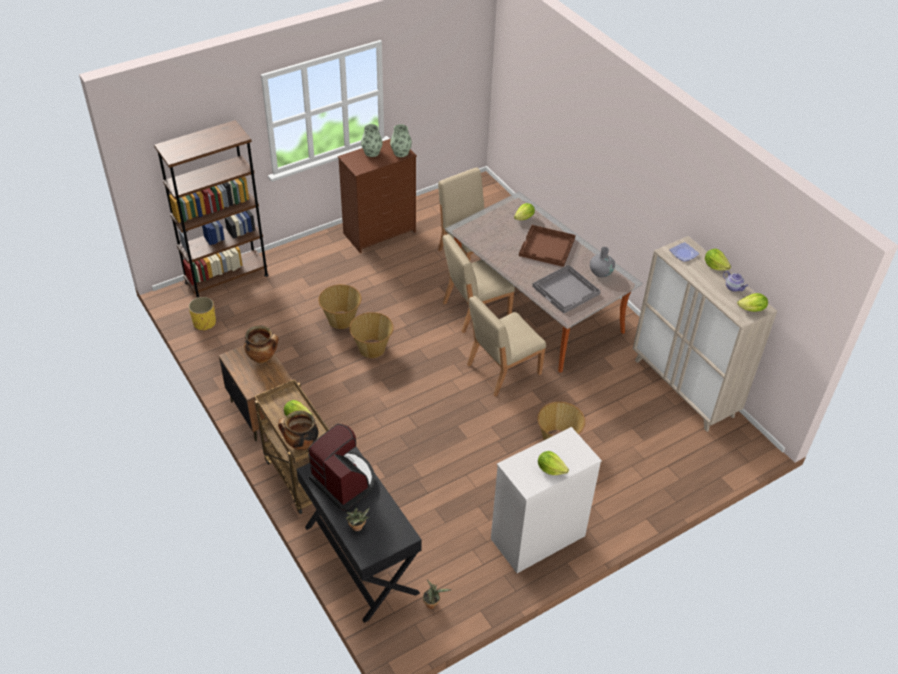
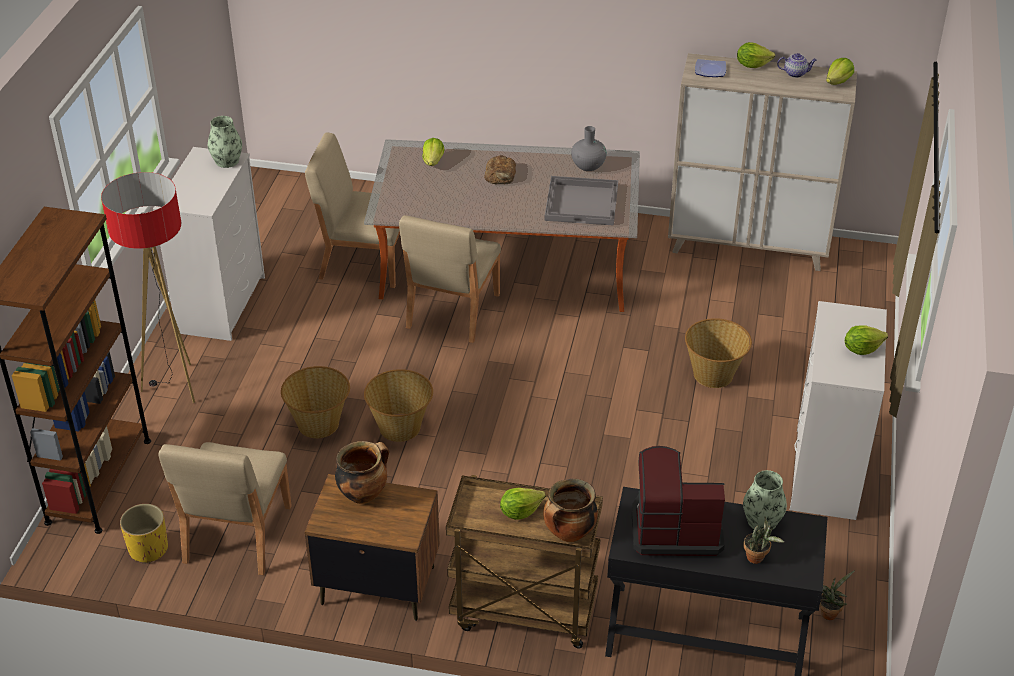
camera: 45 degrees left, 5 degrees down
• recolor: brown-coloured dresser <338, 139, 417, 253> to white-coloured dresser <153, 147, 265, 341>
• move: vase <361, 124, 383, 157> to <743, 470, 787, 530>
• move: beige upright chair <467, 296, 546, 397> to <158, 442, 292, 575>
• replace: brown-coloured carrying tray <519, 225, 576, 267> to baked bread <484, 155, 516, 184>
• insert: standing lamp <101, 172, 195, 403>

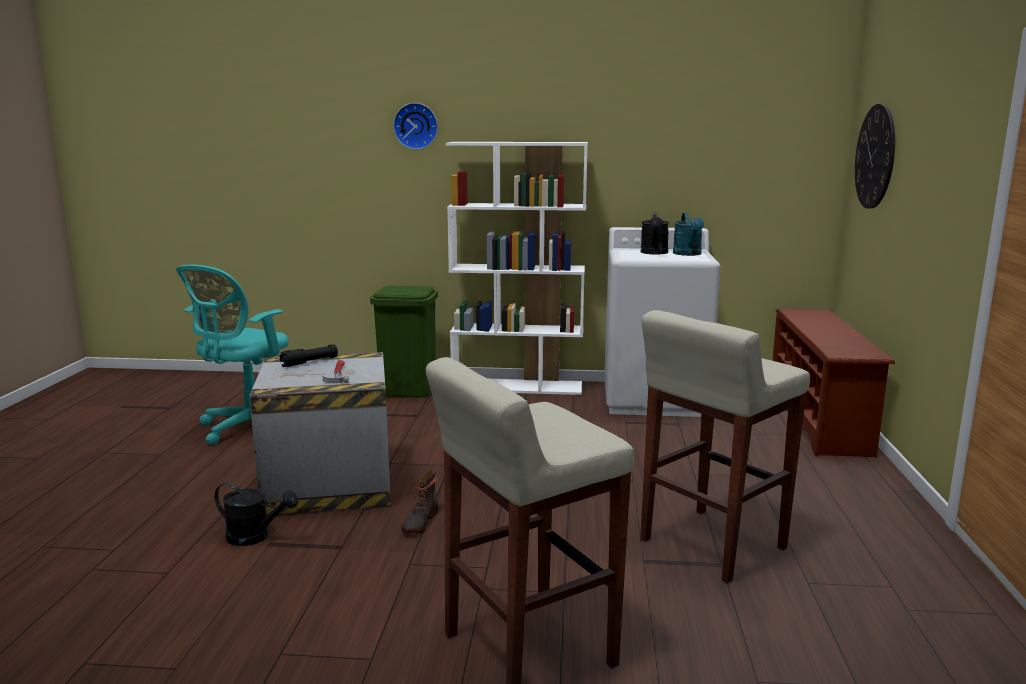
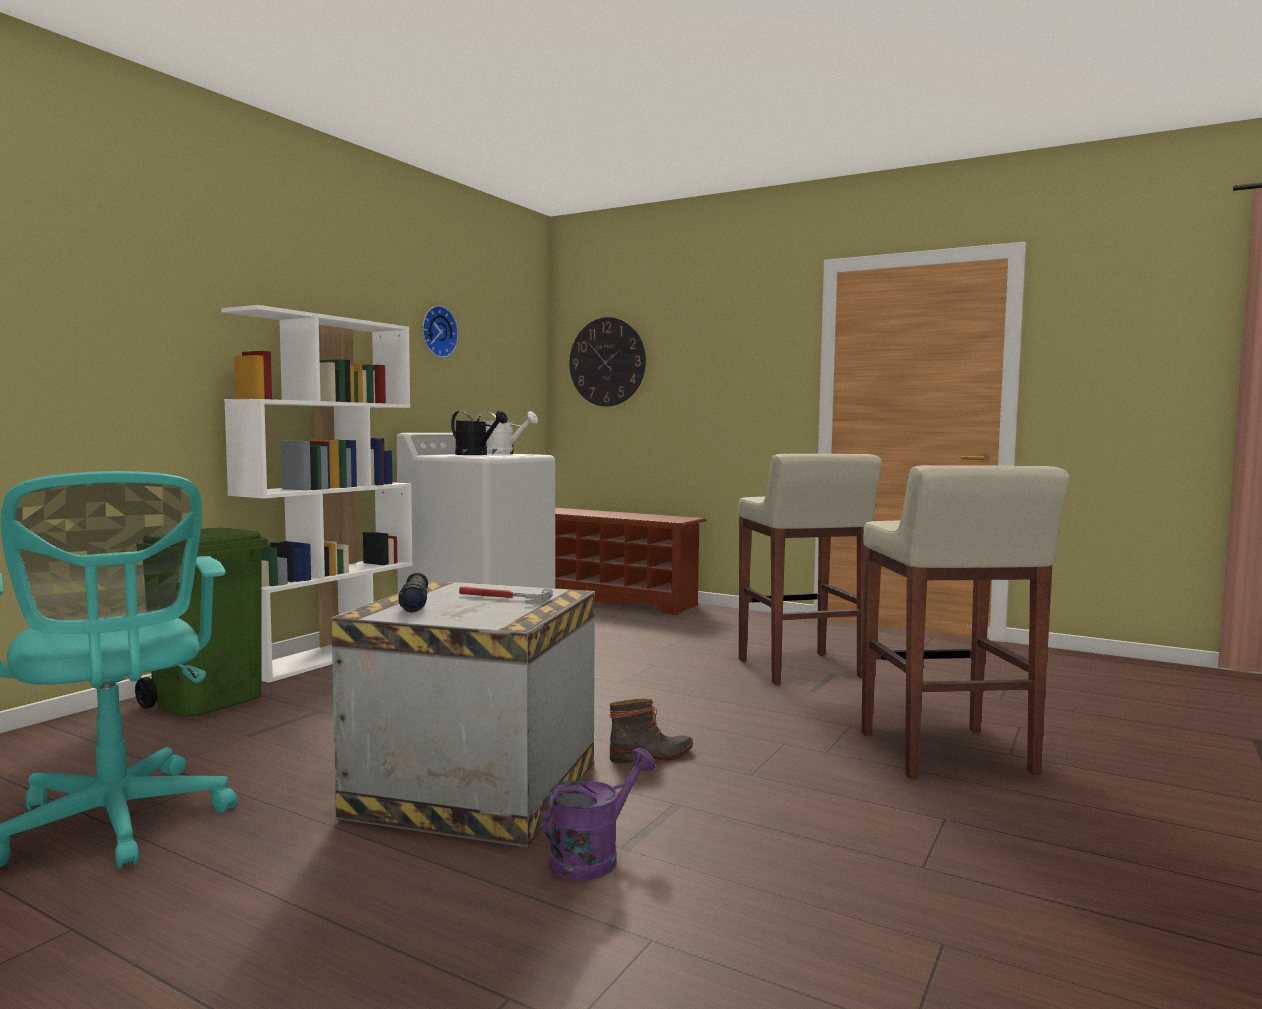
camera: 65 degrees left, 10 degrees down
• recolor: black watering can <215, 483, 298, 546> to purplish watering can <542, 748, 655, 881>
• move: hanging clock <393, 103, 438, 150> to <422, 306, 458, 358>
• rotate: boot <401, 470, 438, 534> = <609, 699, 693, 763> 60 degrees counterclockwise
• recolor: turquoise watering can <673, 213, 704, 256> to white-coloured watering can <476, 411, 538, 454>

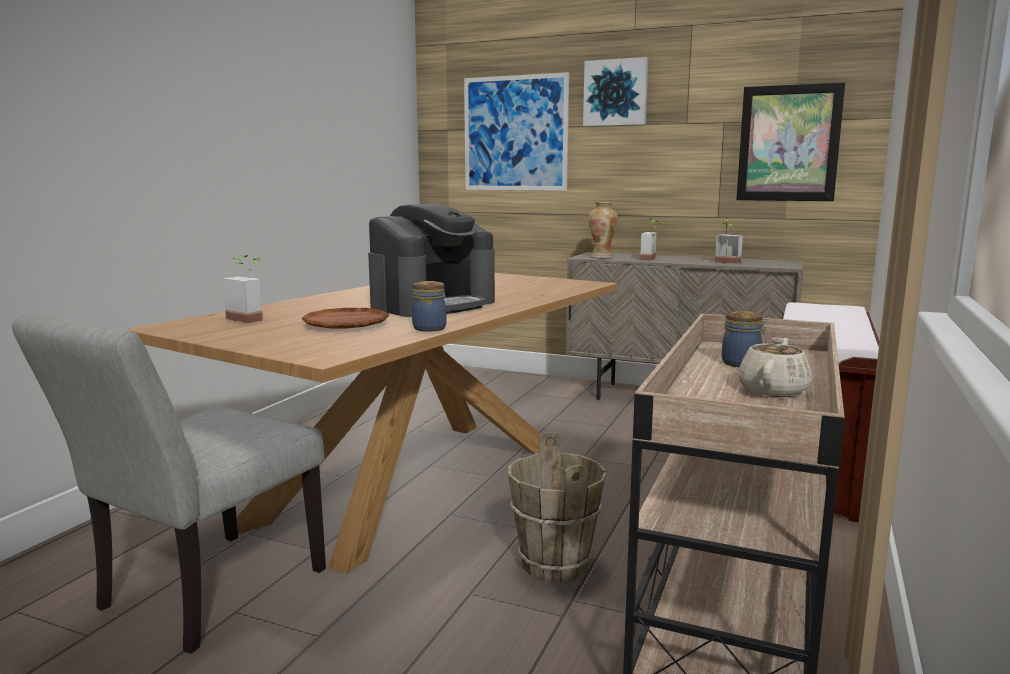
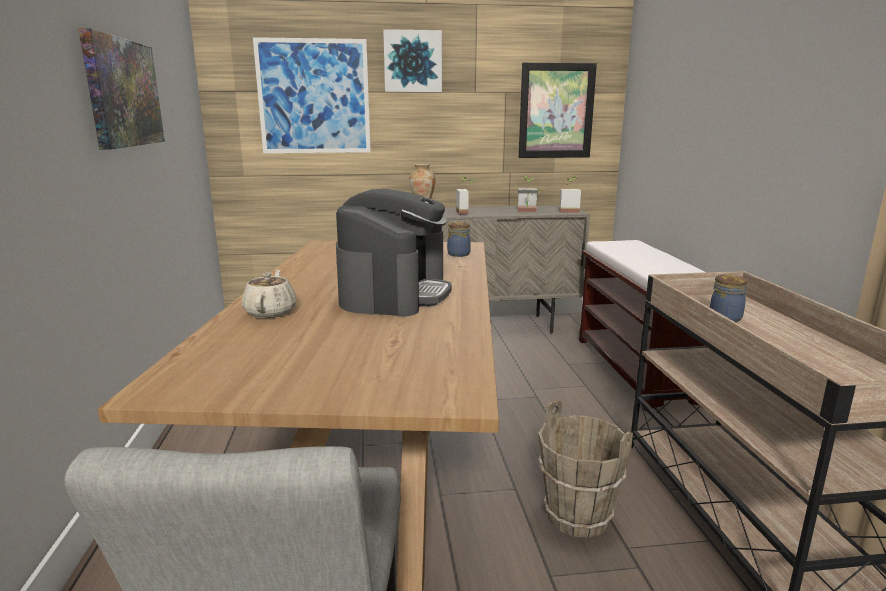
camera: 30 degrees left, 5 degrees up
• move: houseplant <223, 255, 263, 323> to <559, 177, 581, 213>
• delete: brown-coloured plate <302, 308, 389, 329>
• move: preserve jar <412, 281, 446, 332> to <447, 222, 471, 257>
• move: beige pot for tea <739, 337, 812, 397> to <242, 270, 296, 318>
• insert: wall picture <78, 28, 165, 150>

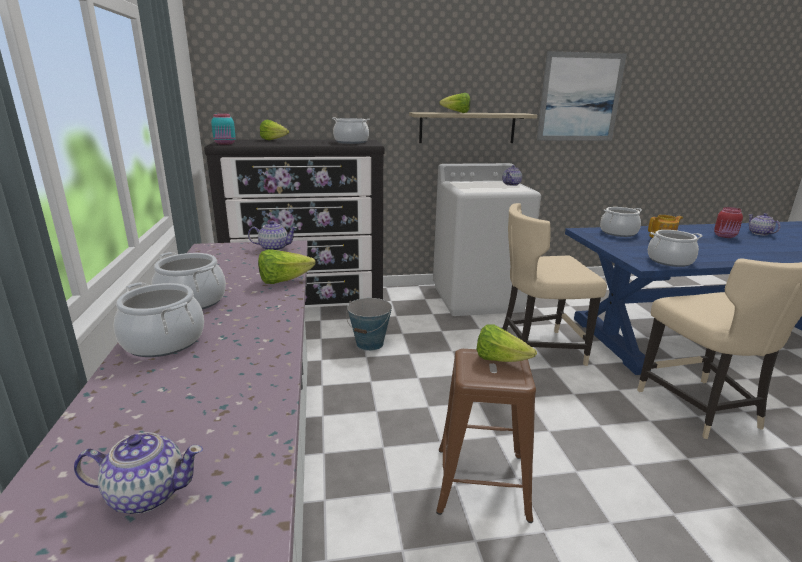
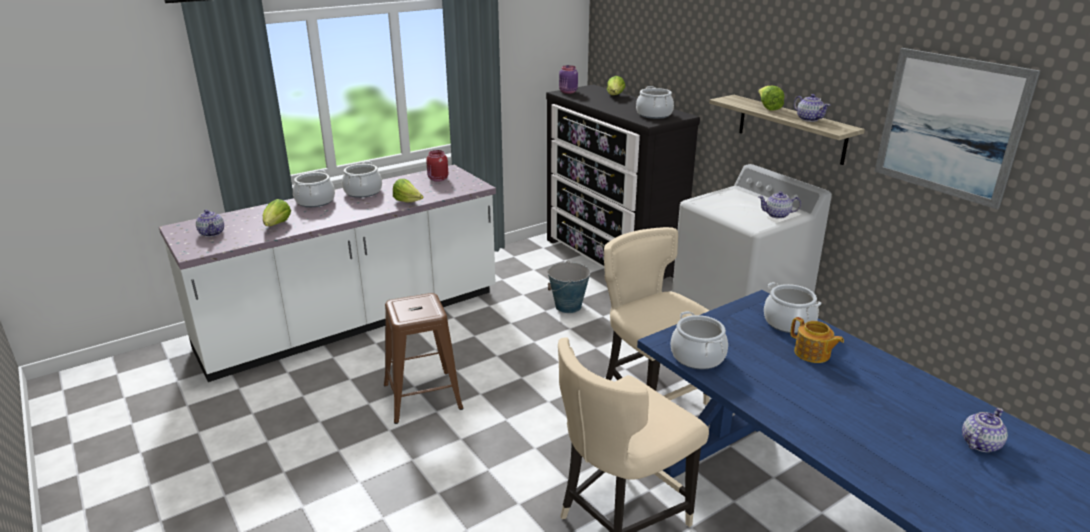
camera: 65 degrees right, 5 degrees up
• recolor: turquoise preserve jar <211, 113, 236, 145> to purplish preserve jar <559, 65, 578, 94>
• move: pot for tea <248, 221, 297, 251> to <794, 94, 830, 122>
• move: lettuce <476, 324, 537, 362> to <263, 199, 291, 226>
• move: reddish preserve jar <714, 207, 743, 238> to <426, 150, 448, 182>

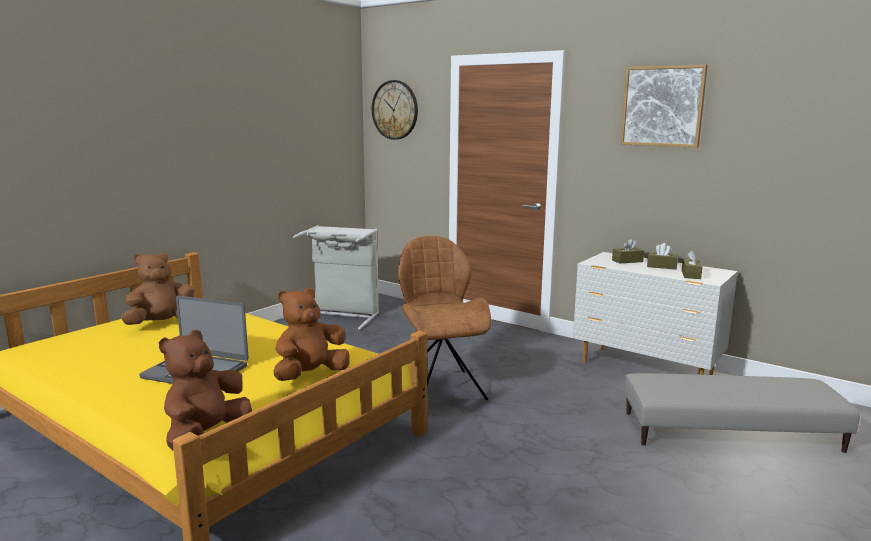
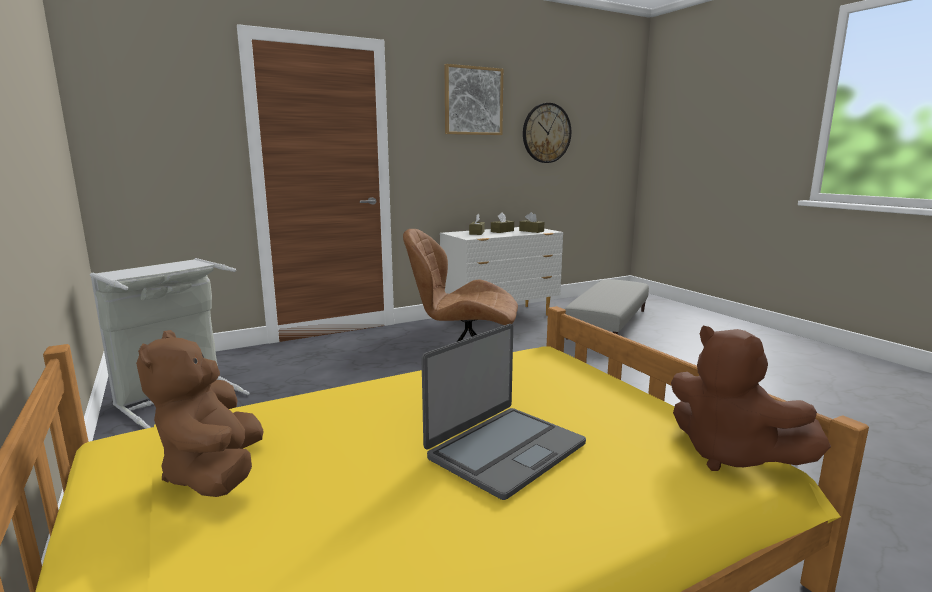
camera: 65 degrees left, 0 degrees up
• delete: brown-coloured soft toy <274, 288, 350, 381>
• move: hanging clock <372, 80, 418, 140> to <523, 103, 571, 163>

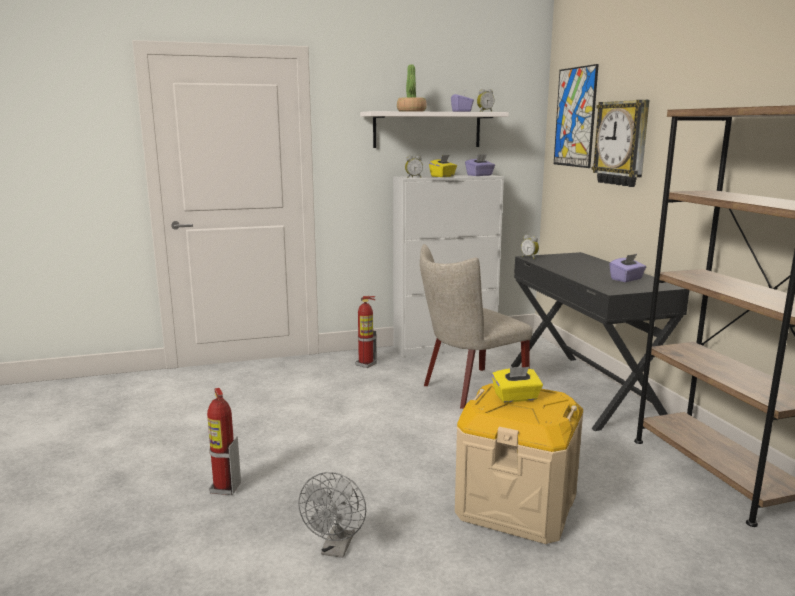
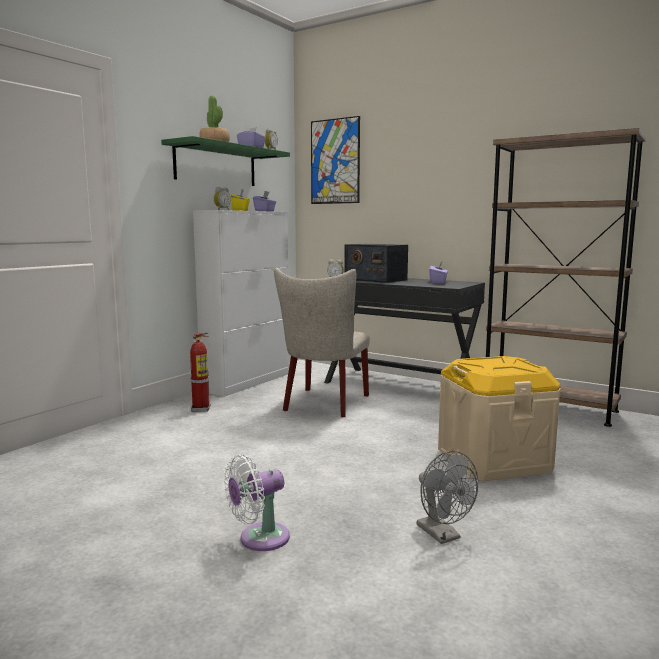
camera: 40 degrees left, 5 degrees down
• replace: fire extinguisher <207, 388, 241, 495> to white-coloured cooling fan <224, 455, 290, 551>
• recolor: white-coloured bracket shelf <360, 111, 509, 148> to greenish bracket shelf <161, 136, 290, 186>
• delete: yellowish tissue holder <492, 367, 543, 403>
• delete: hanging clock <591, 100, 649, 187>
• insert: radio set <344, 244, 408, 283>

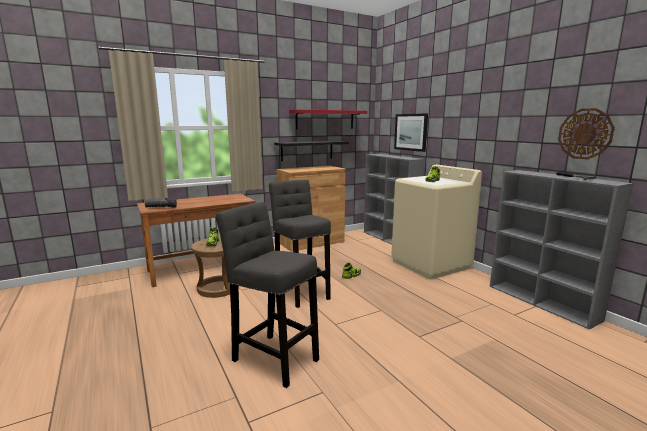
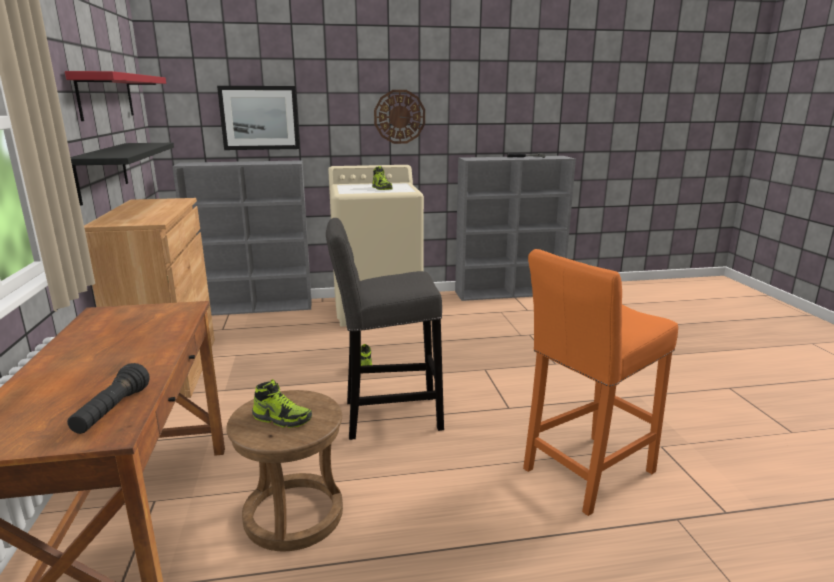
camera: 70 degrees left, 5 degrees up
• recolor: grey stool <216, 202, 319, 388> to orange stool <523, 249, 678, 516>
• move: hanging clock <558, 108, 615, 160> to <374, 90, 425, 144>

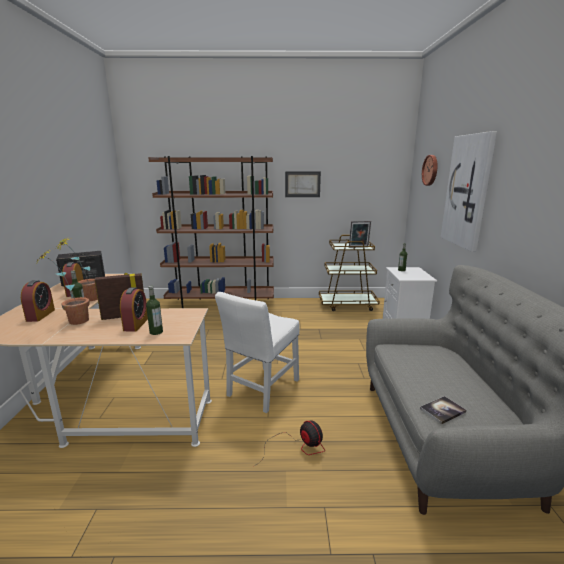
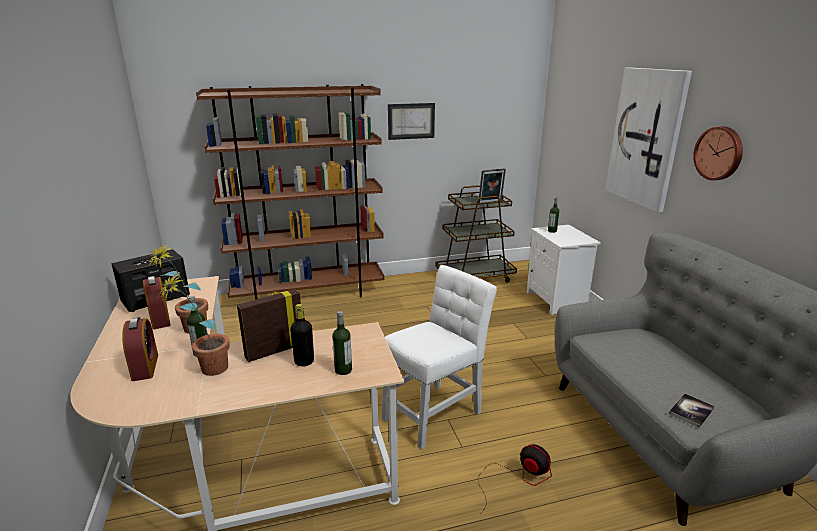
camera: 15 degrees left, 5 degrees up
• replace: alarm clock <120, 287, 148, 332> to black beverage bottle <290, 304, 314, 366>
• rotate: white-coloured upright chair <215, 292, 300, 413> = <382, 265, 497, 450> 150 degrees counterclockwise
• move: hanging clock <422, 155, 438, 186> to <693, 126, 743, 180>

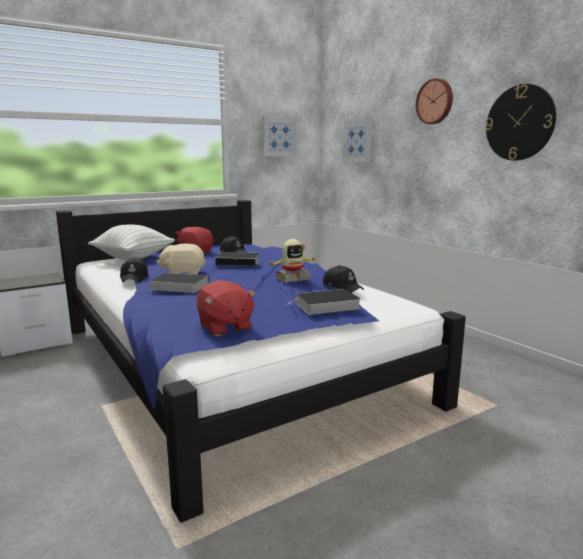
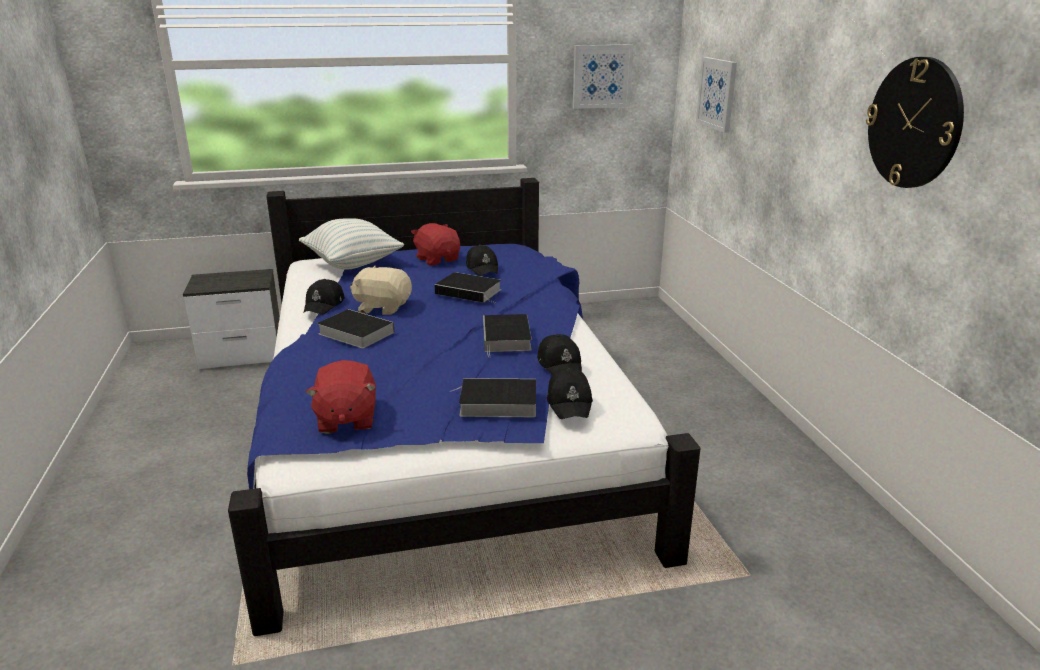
camera: 20 degrees right, 10 degrees up
• replace: robot figure <269, 239, 316, 282> to bound book <483, 314, 532, 357>
• delete: hanging clock <416, 78, 453, 124>
• insert: black peaked cap <547, 368, 593, 419>

